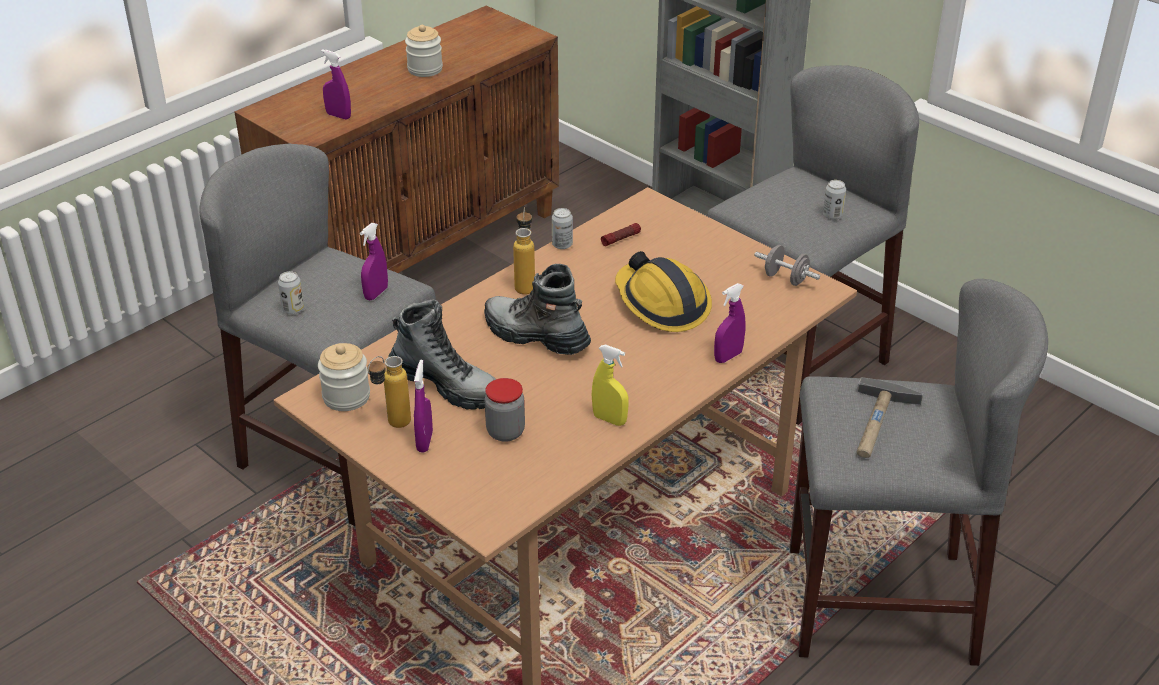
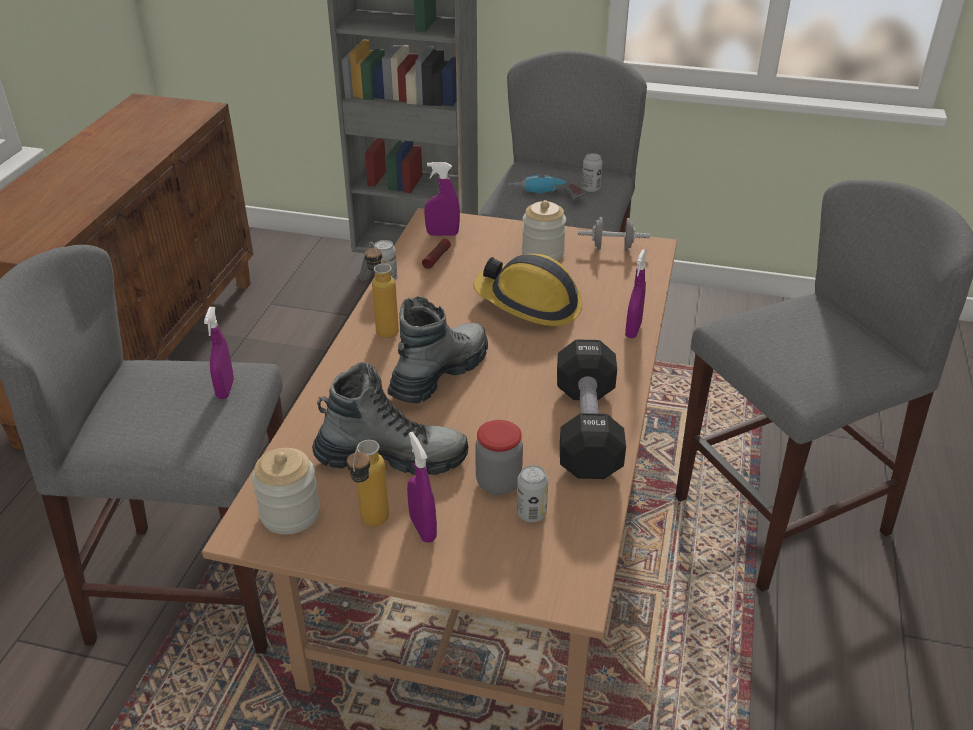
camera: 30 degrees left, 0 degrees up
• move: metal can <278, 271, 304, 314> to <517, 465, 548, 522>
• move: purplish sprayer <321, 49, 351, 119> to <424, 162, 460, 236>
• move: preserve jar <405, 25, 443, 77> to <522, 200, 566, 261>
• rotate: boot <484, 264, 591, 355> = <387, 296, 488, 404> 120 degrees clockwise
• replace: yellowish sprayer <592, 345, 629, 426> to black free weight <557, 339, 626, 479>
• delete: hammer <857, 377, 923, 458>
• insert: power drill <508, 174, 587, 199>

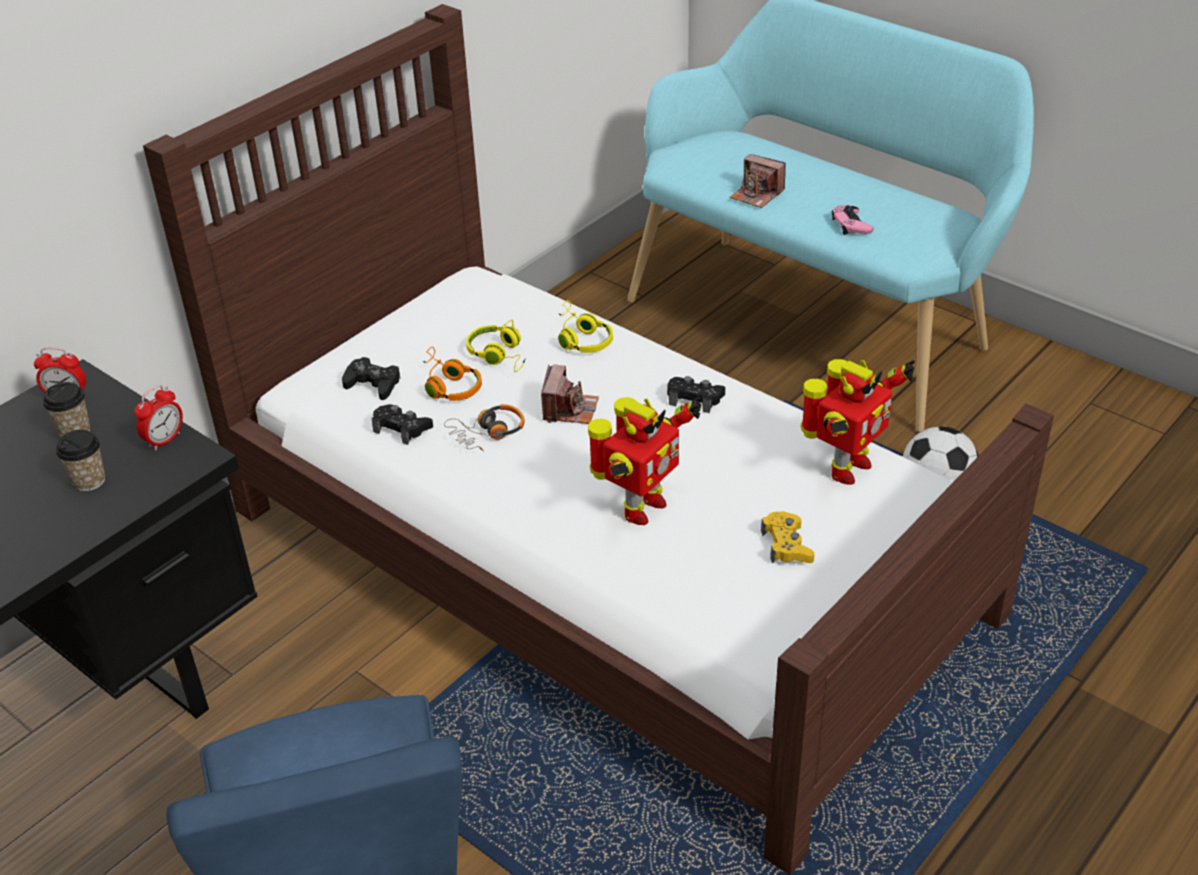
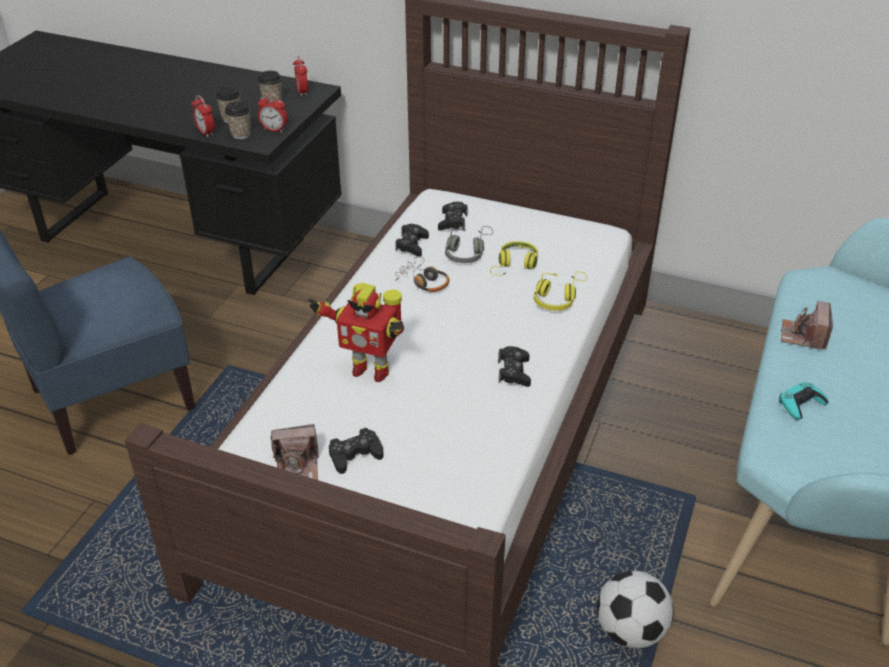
camera: 70 degrees right, 0 degrees up
• recolor: orange pair of headphones <423, 347, 482, 401> to grey pair of headphones <445, 226, 493, 263>
• move: photo camera <541, 364, 599, 424> to <270, 424, 318, 480>
• recolor: yellowish game controller <761, 511, 815, 563> to black game controller <329, 428, 383, 474>
• delete: robot figure <800, 359, 915, 485>
• recolor: pinkish game controller <832, 205, 874, 235> to turquoise game controller <779, 382, 828, 420>
• insert: alarm clock <192, 95, 215, 137>
• insert: drinking cup <225, 101, 251, 139>

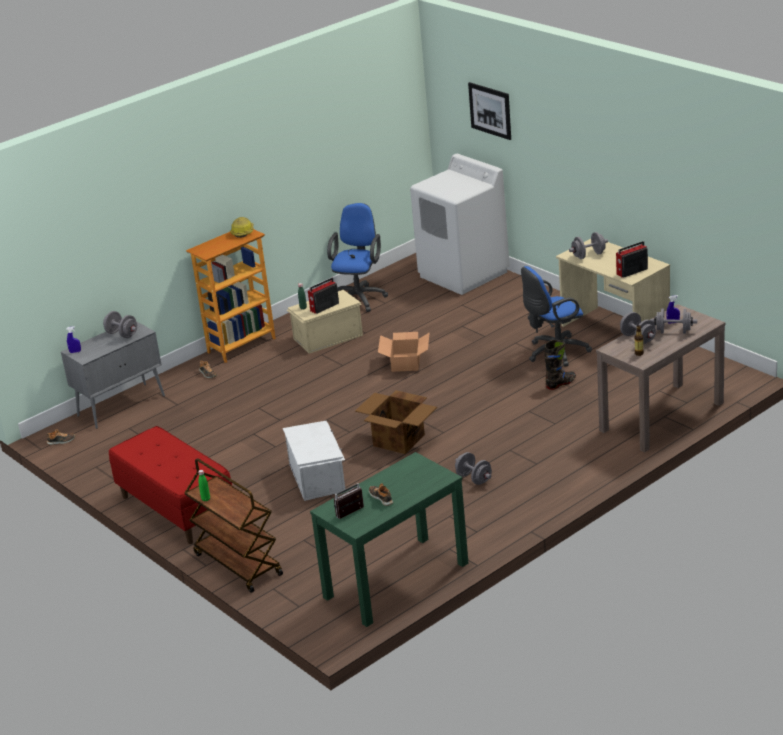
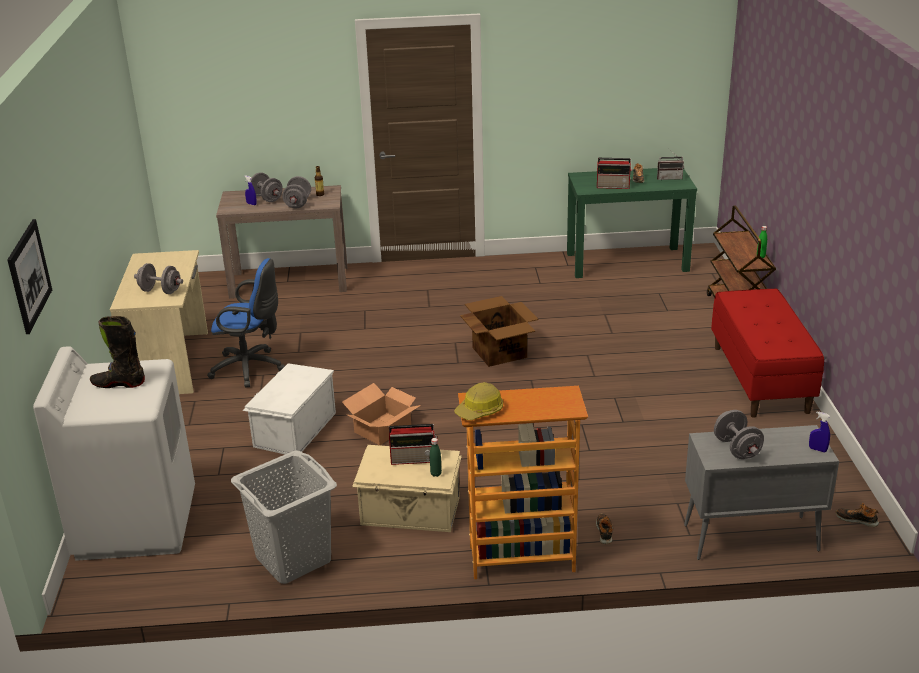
camera: 145 degrees left, 0 degrees up
• move: white-coloured storage container <283, 421, 345, 501> to <243, 363, 336, 454>
• replace: blue-coloured desk chair <327, 203, 388, 312> to grey hamper <231, 451, 337, 584>
• delete: grey free weight <455, 452, 492, 485>
• move: black boot <545, 340, 576, 390> to <90, 316, 145, 388>
• move: radio set <616, 241, 648, 278> to <597, 158, 632, 189>

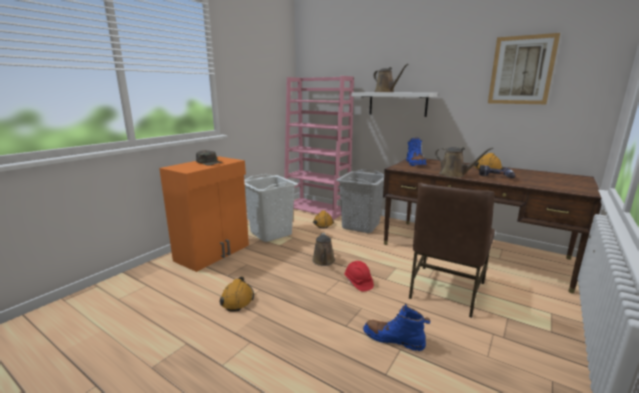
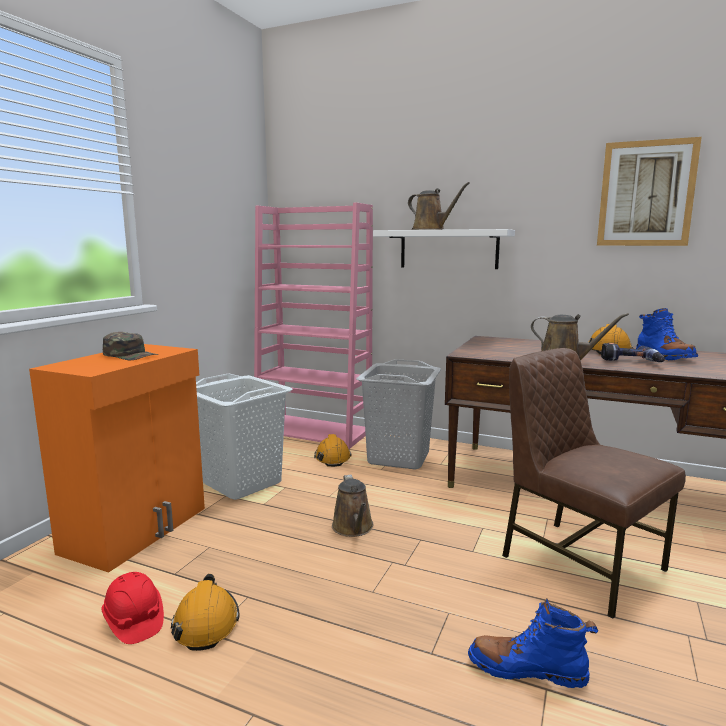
camera: 10 degrees left, 5 degrees down
• move: reddish hard hat <345, 261, 374, 292> to <102, 572, 164, 644>
• move: blue-coloured boot <406, 137, 427, 166> to <636, 308, 698, 360>
• rotate: brown-coloured upright chair <409, 183, 495, 318> = <502, 348, 686, 619> 120 degrees clockwise

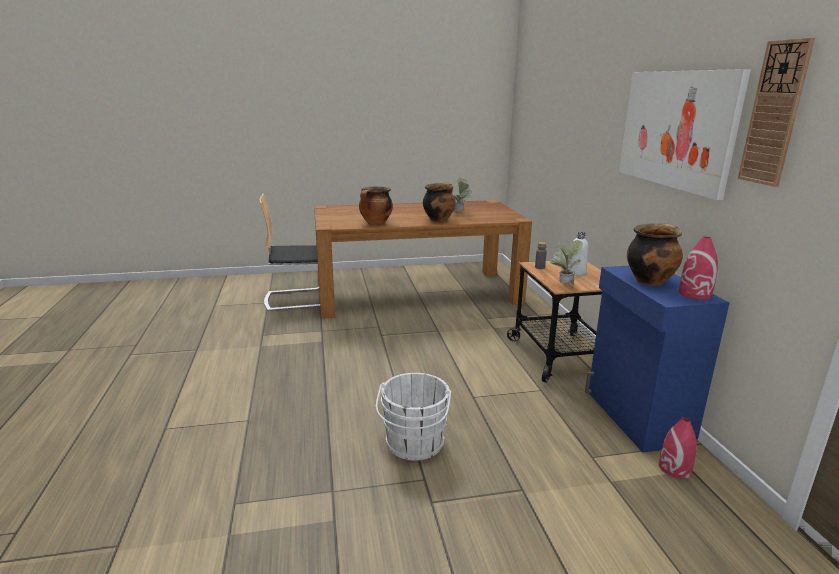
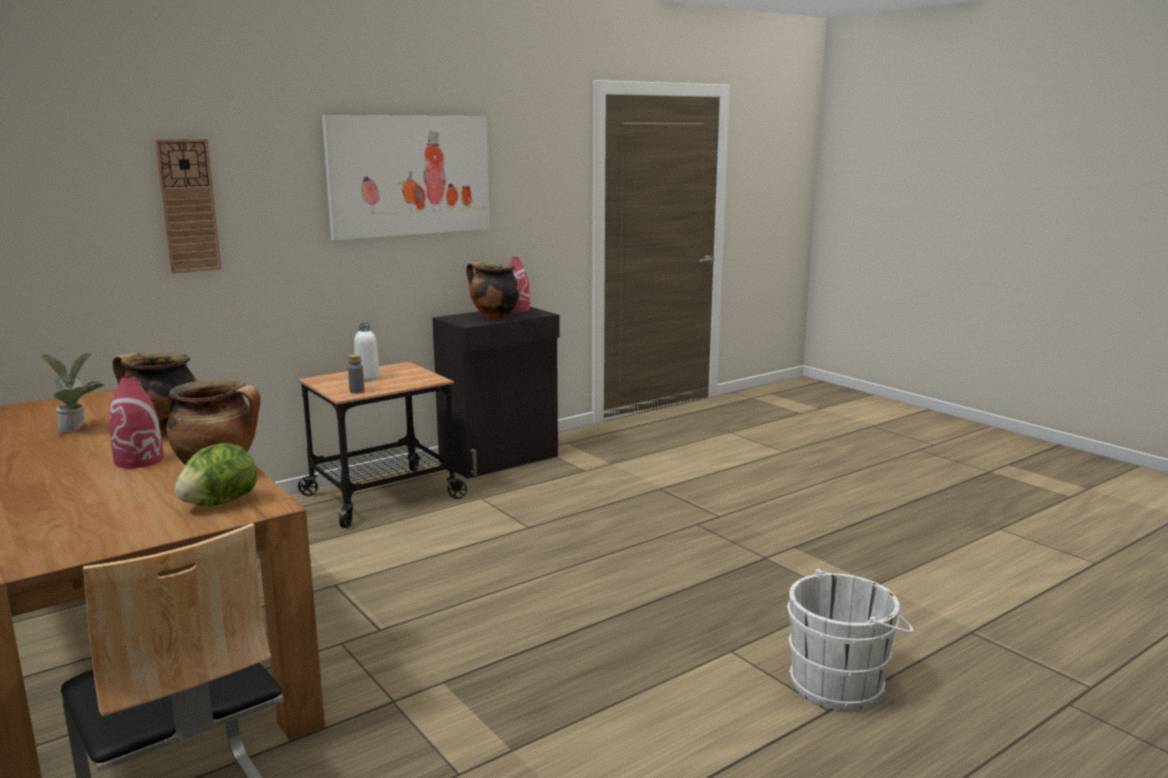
camera: 115 degrees left, 5 degrees down
• move: white-coloured pail <376, 373, 451, 461> to <786, 569, 913, 711>
• delete: houseplant <550, 240, 583, 286>
• recolor: blue-coloured cupboard <585, 266, 730, 453> to black cupboard <432, 307, 560, 479>
• move: reddish vase <659, 417, 697, 479> to <109, 375, 164, 468>
• move: hanging clock <738, 37, 815, 187> to <155, 139, 222, 274>
• insert: lettuce <175, 443, 257, 506>

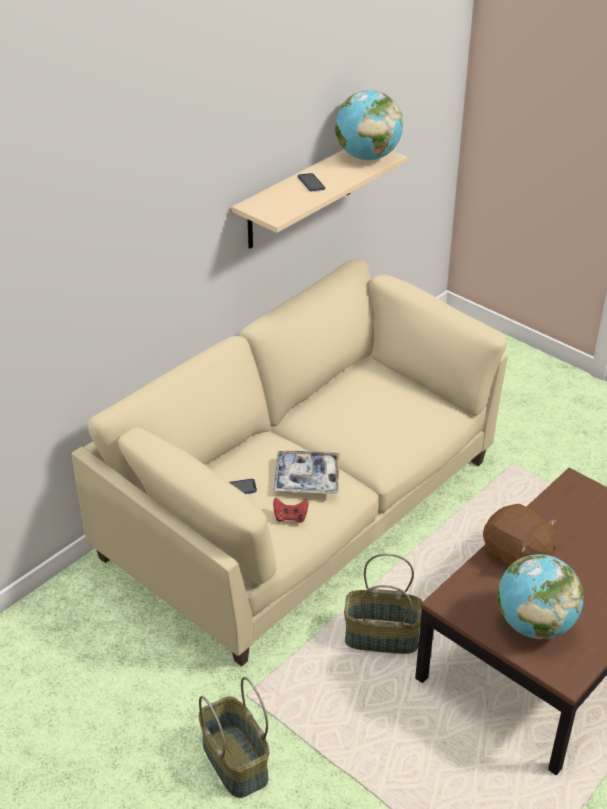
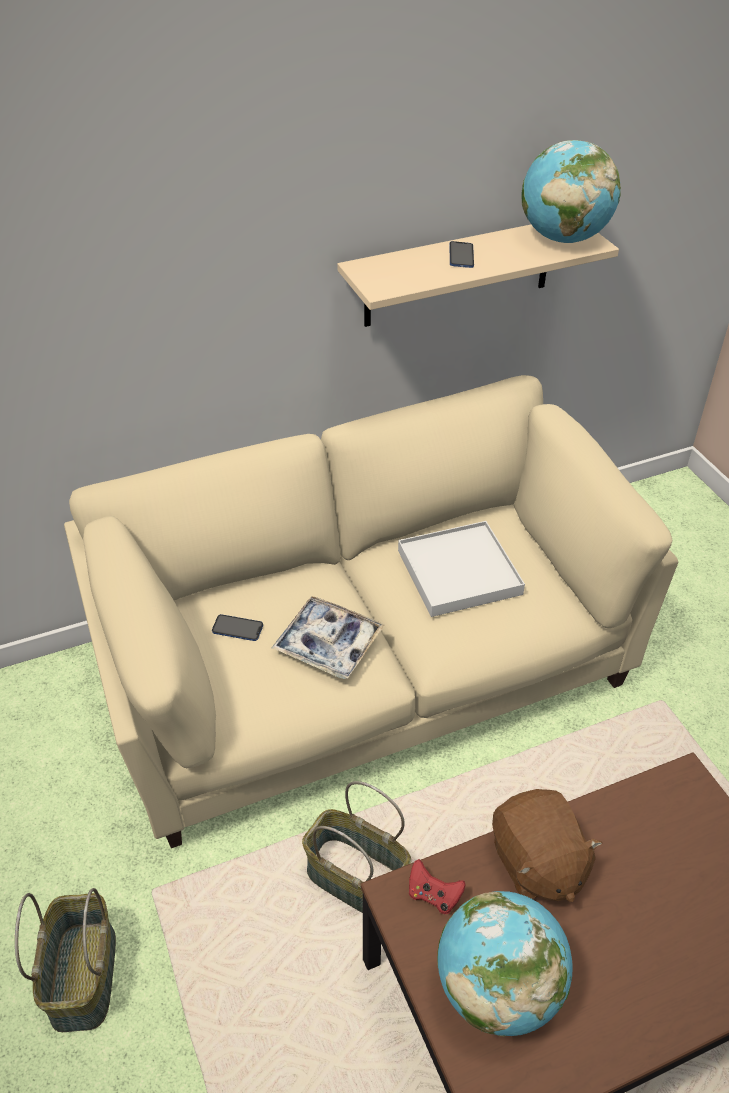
camera: 25 degrees right, 5 degrees up
• move: reddish game controller <273, 498, 309, 523> to <409, 859, 466, 914>
• insert: white-coloured carrying tray <398, 521, 525, 617>

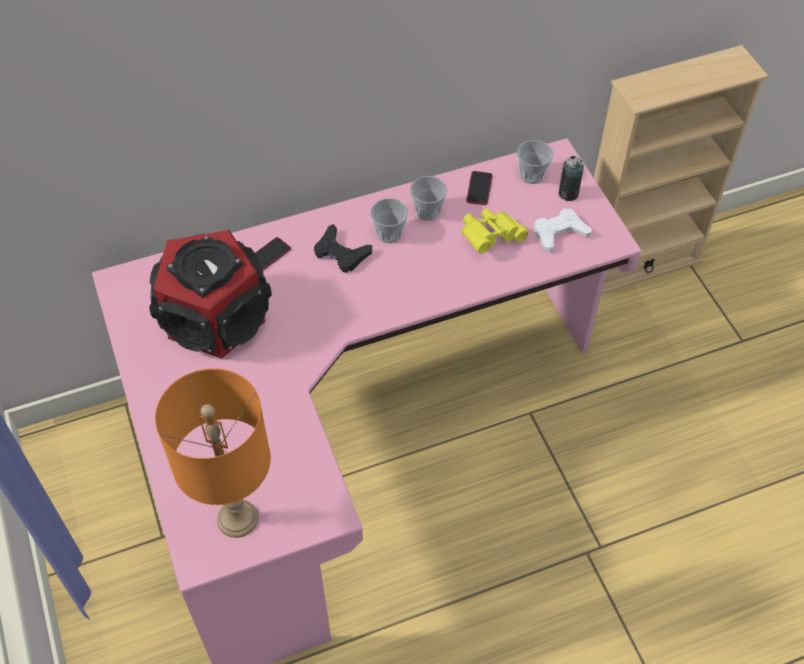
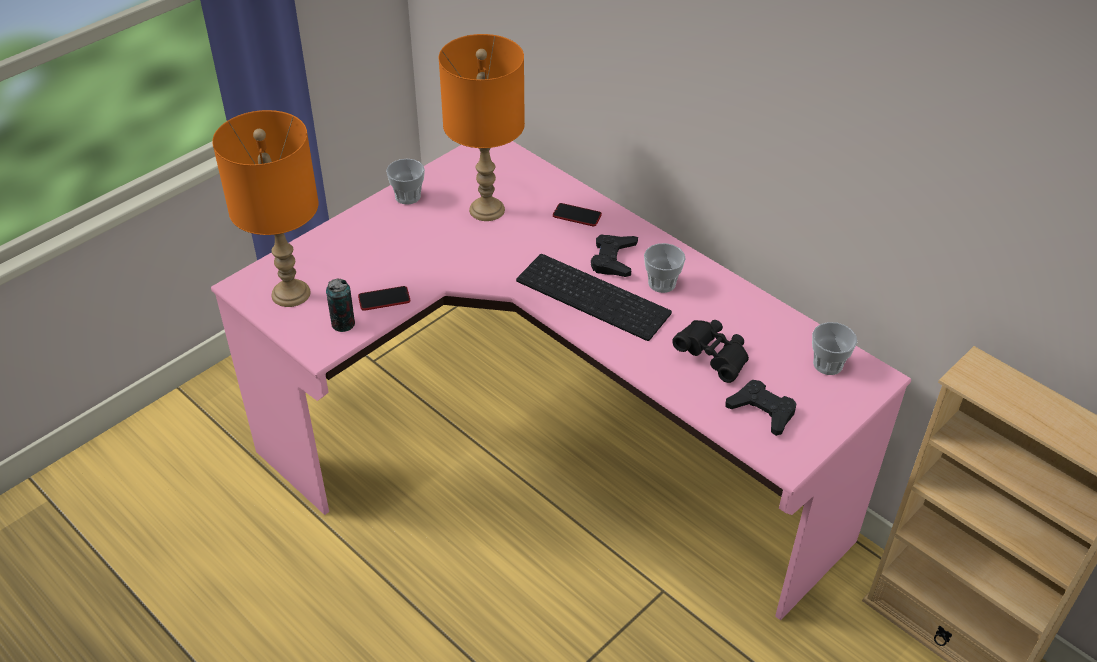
camera: 65 degrees right, 10 degrees down
• replace: loudspeaker <149, 230, 272, 359> to orange tabletop lamp <439, 34, 525, 221>
• move: drinking cup <410, 176, 447, 221> to <386, 159, 425, 205>
• recolor: yellowish binoculars <461, 209, 529, 253> to black binoculars <672, 320, 749, 383>
• move: telephone <466, 171, 493, 205> to <358, 286, 410, 311>
• recolor: white-coloured game controller <534, 209, 592, 252> to black game controller <725, 380, 796, 436>
• move: metal can <559, 156, 584, 201> to <326, 279, 355, 332>
• insert: computer keyboard <516, 254, 672, 341>

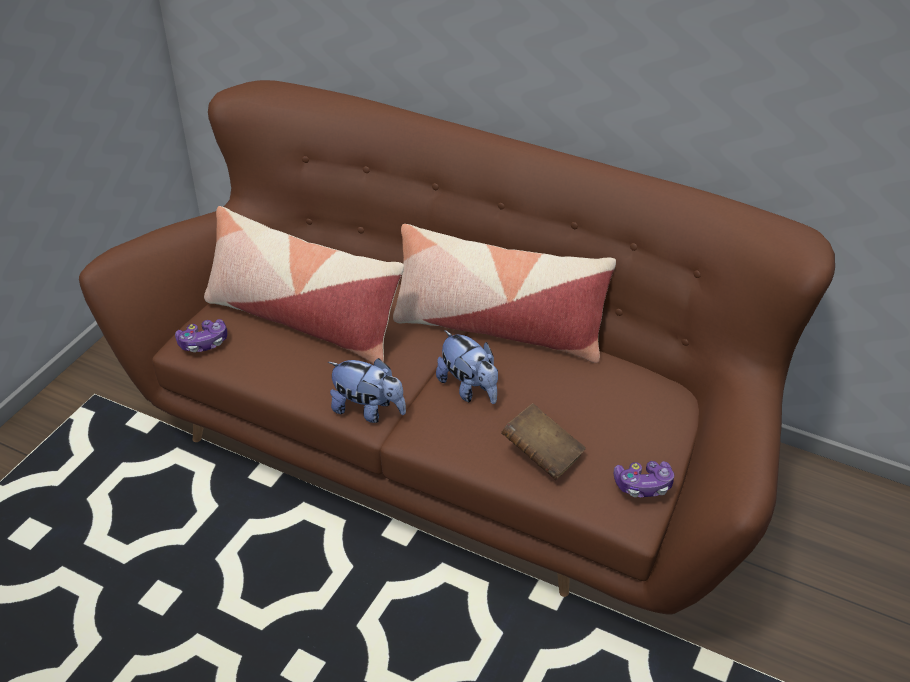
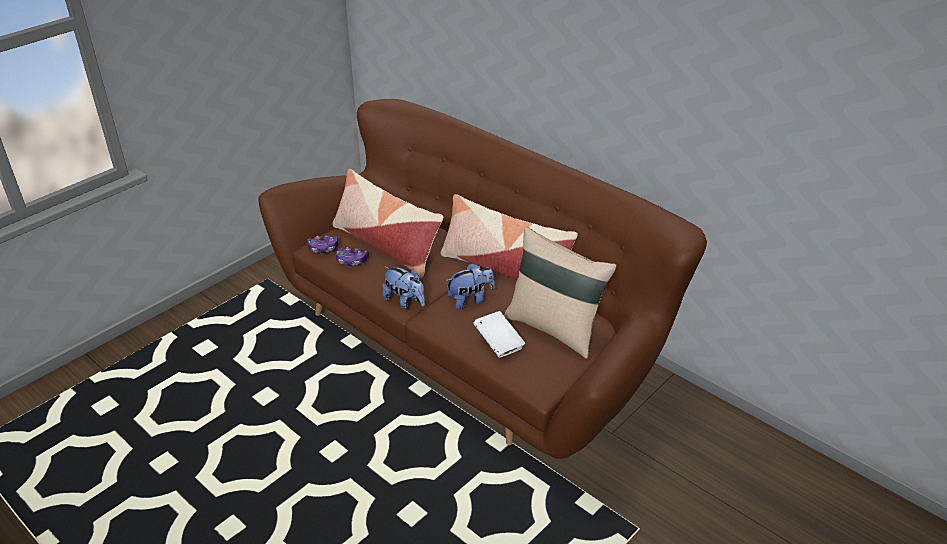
camera: 15 degrees right, 5 degrees down
• rotate: soft toy <436, 330, 498, 404> = <446, 263, 495, 310> 90 degrees counterclockwise
• recolor: brown-coloured bound book <501, 403, 586, 480> to white-coloured bound book <473, 311, 525, 358>
• move: game controller <614, 461, 674, 497> to <336, 247, 369, 266>
• insert: beige throw pillow <504, 227, 617, 359>

